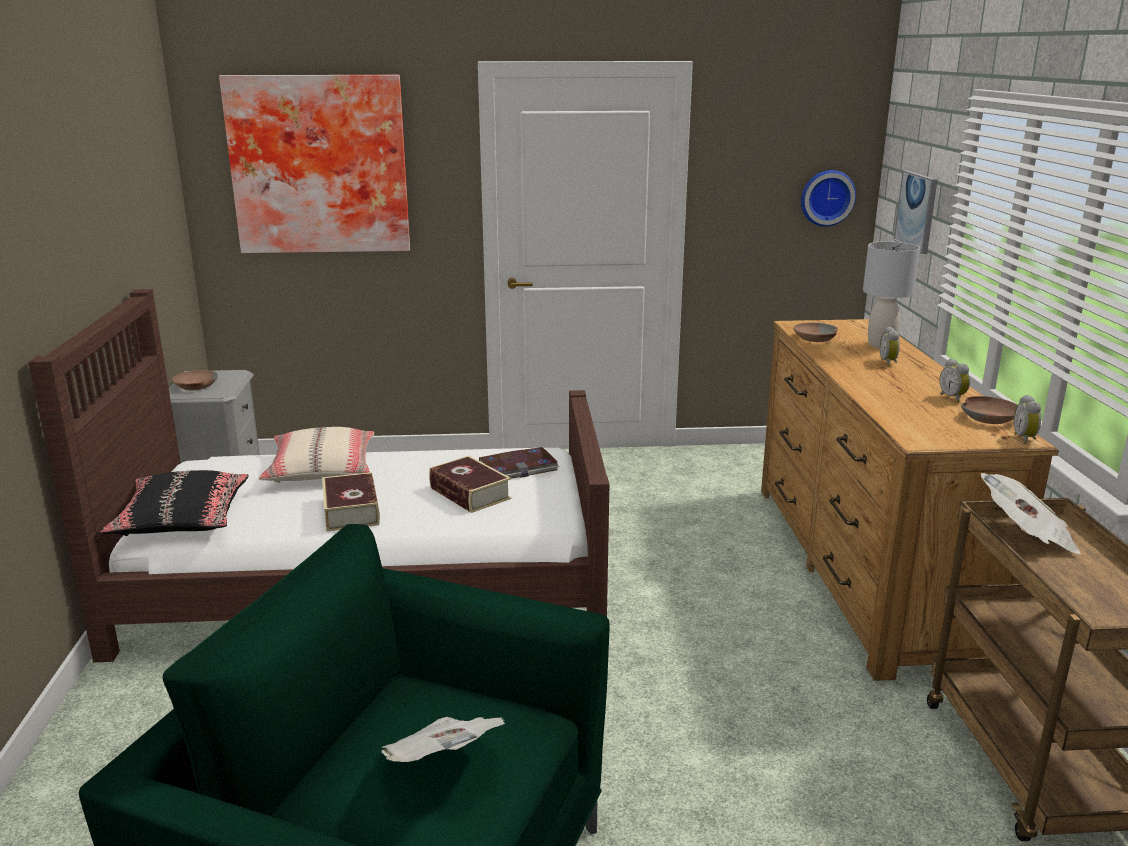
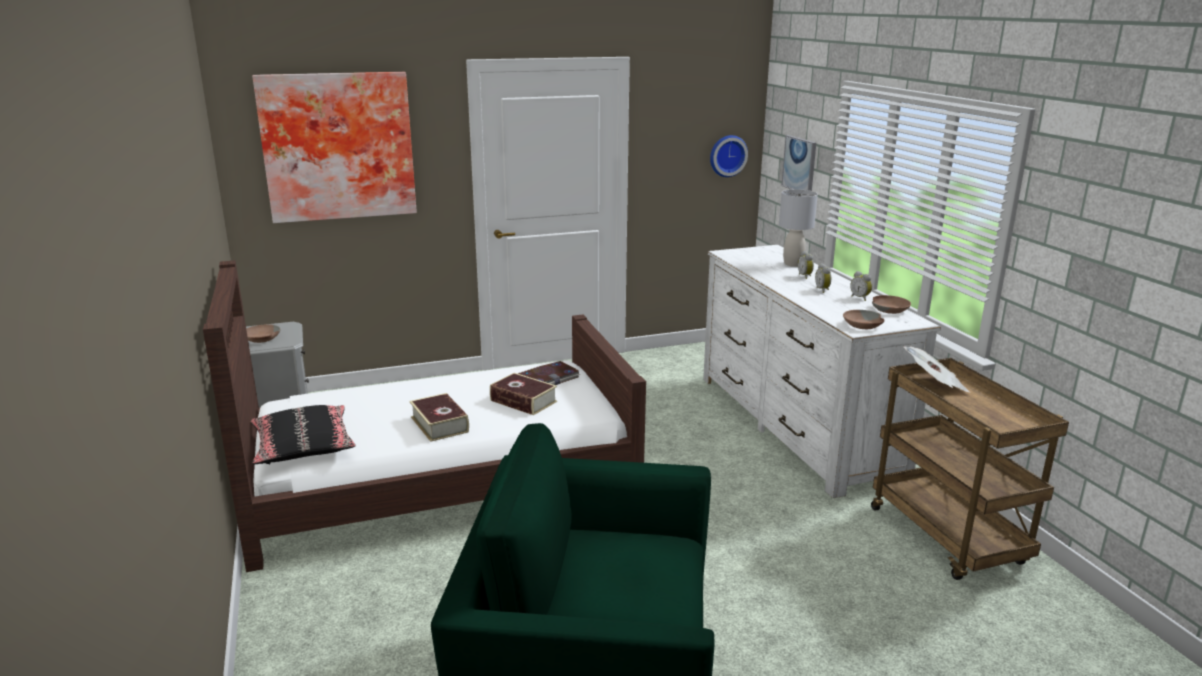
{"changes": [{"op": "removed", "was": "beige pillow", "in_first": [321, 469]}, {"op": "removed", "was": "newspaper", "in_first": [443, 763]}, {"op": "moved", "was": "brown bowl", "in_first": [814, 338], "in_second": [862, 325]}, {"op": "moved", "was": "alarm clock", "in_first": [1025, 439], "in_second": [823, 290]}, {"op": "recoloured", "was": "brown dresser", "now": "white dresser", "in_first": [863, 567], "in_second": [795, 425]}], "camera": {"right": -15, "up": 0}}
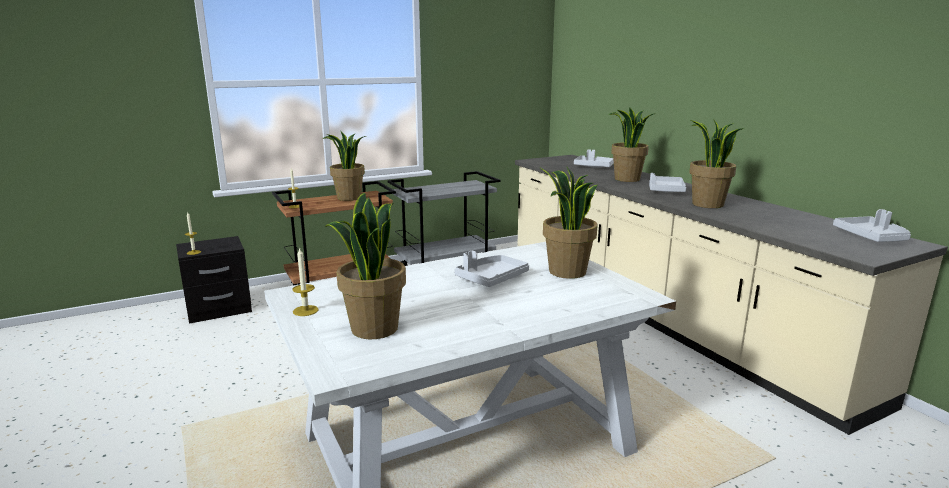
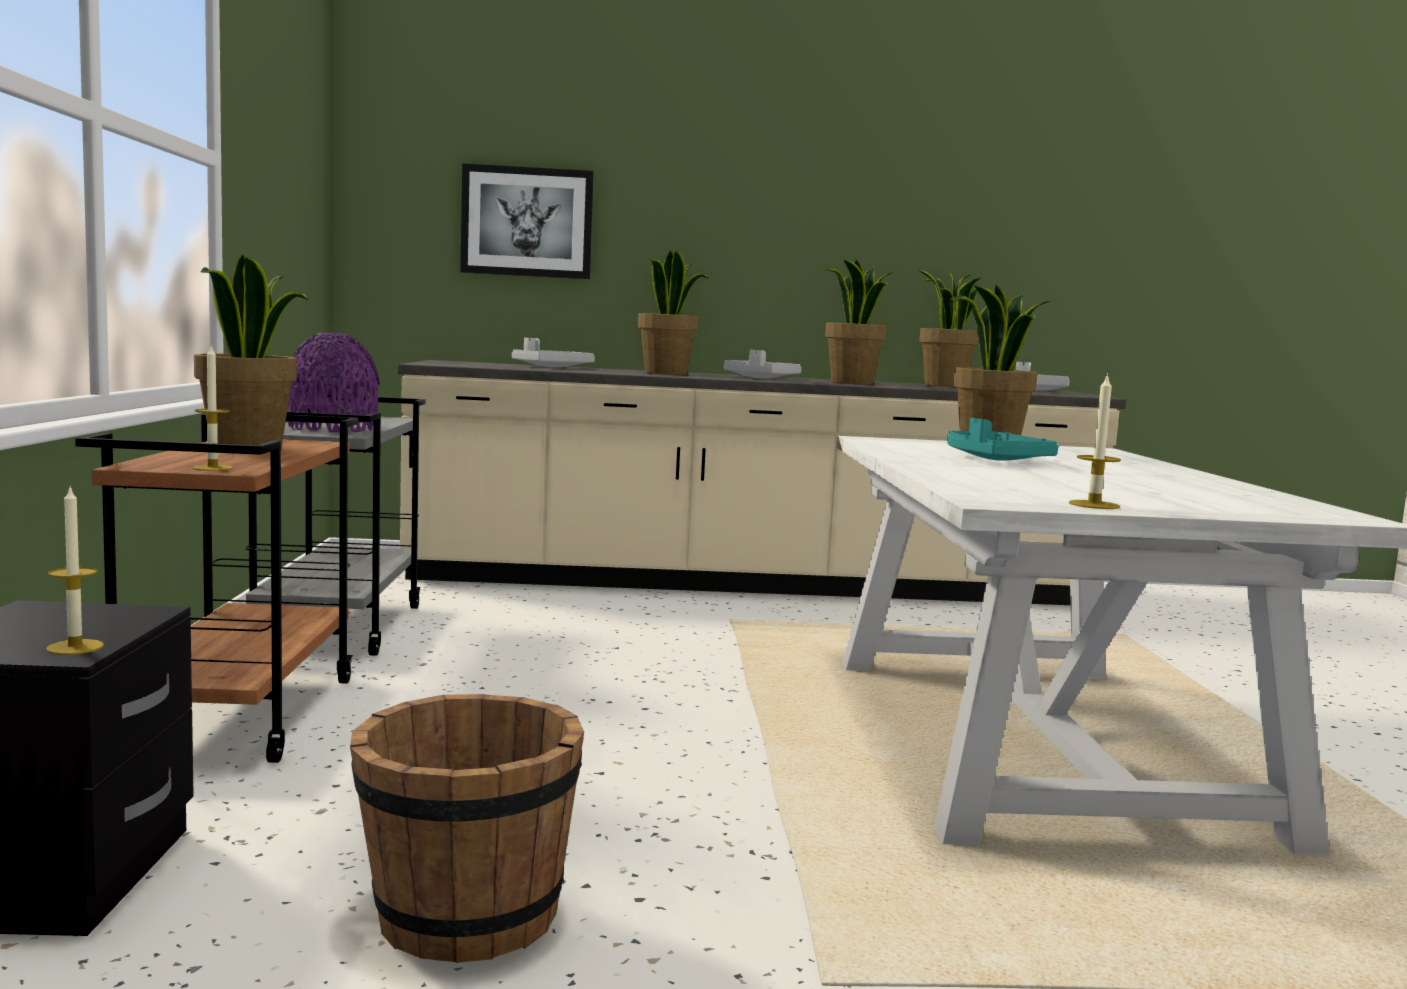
{"changes": [{"op": "added", "now": "purple vase", "in_second": [332, 428]}, {"op": "added", "now": "brown bucket", "in_second": [465, 917]}, {"op": "added", "now": "picture", "in_second": [527, 222]}, {"op": "moved", "was": "potted plant", "in_first": [373, 328], "in_second": [944, 385]}, {"op": "recoloured", "was": "grey tray", "now": "turquoise tray", "in_first": [491, 278], "in_second": [994, 459]}], "camera": {"right": -65, "up": -10}}
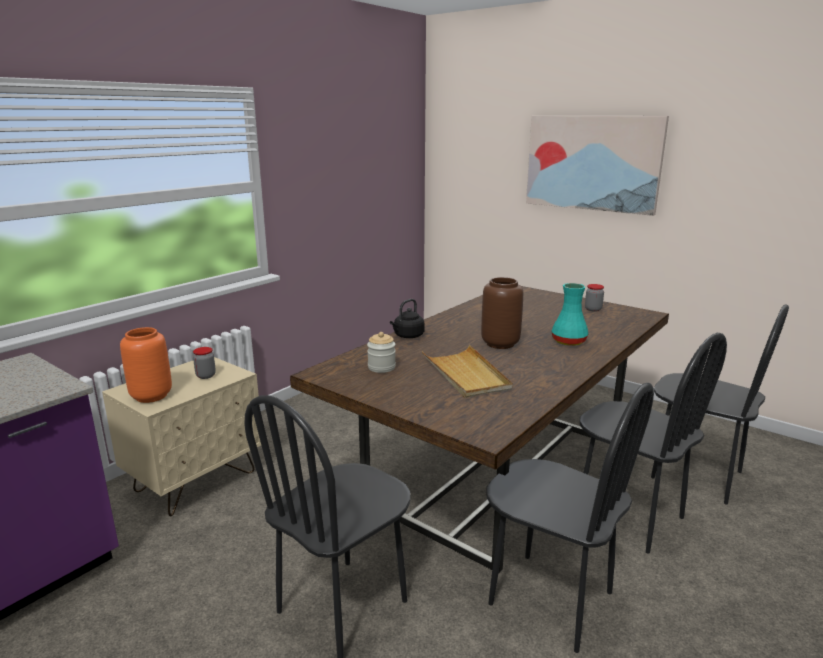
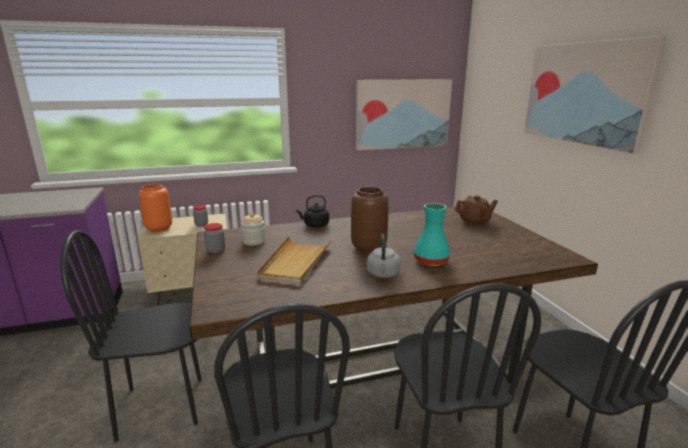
{"changes": [{"op": "added", "now": "picture", "in_second": [402, 114]}, {"op": "added", "now": "grey kettle", "in_second": [383, 275]}, {"op": "added", "now": "brown teapot", "in_second": [474, 222]}, {"op": "moved", "was": "jar", "in_first": [593, 309], "in_second": [216, 251]}], "camera": {"right": 35, "up": 0}}
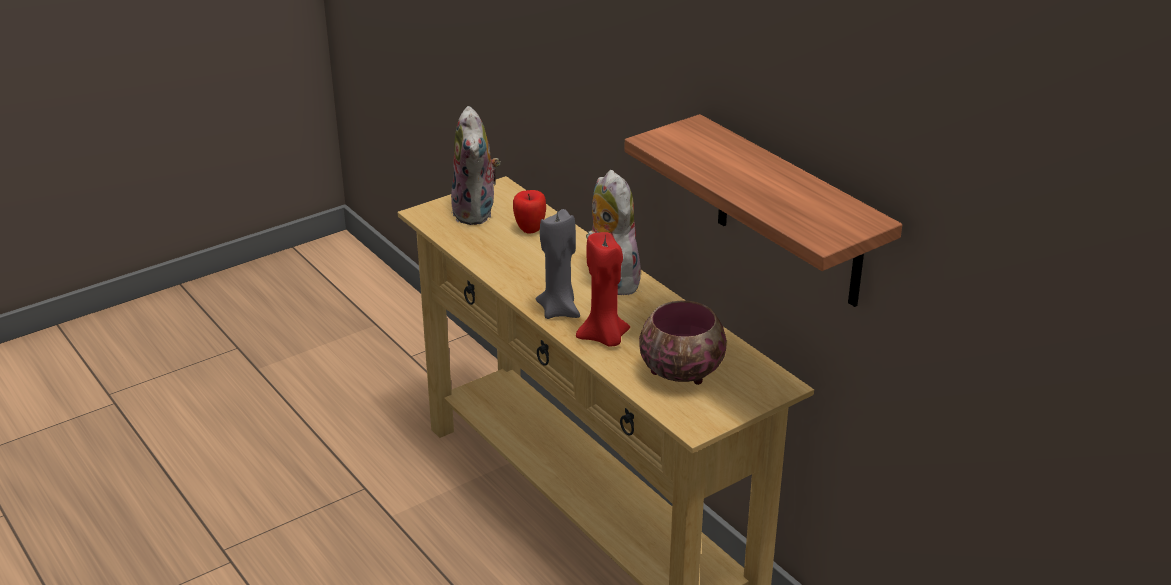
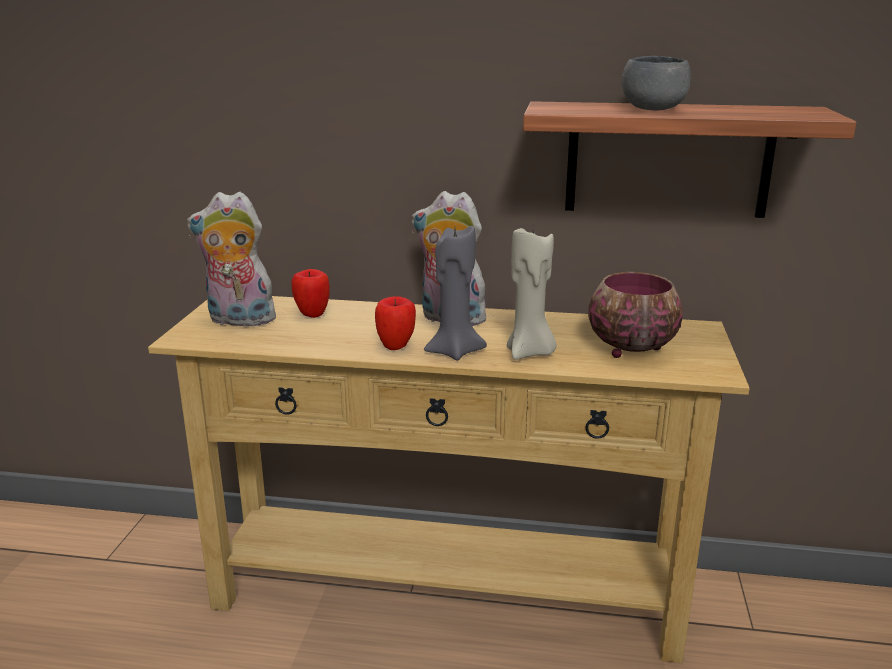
{"changes": [{"op": "added", "now": "apple", "in_second": [396, 346]}, {"op": "added", "now": "grey bowl", "in_second": [652, 109]}, {"op": "recoloured", "was": "red candle", "now": "beige candle", "in_first": [604, 338], "in_second": [529, 353]}, {"op": "turned", "was": "plush toy", "in_first": [477, 213], "in_second": [238, 320], "clockwise": 150}], "camera": {"right": -45, "up": -10}}
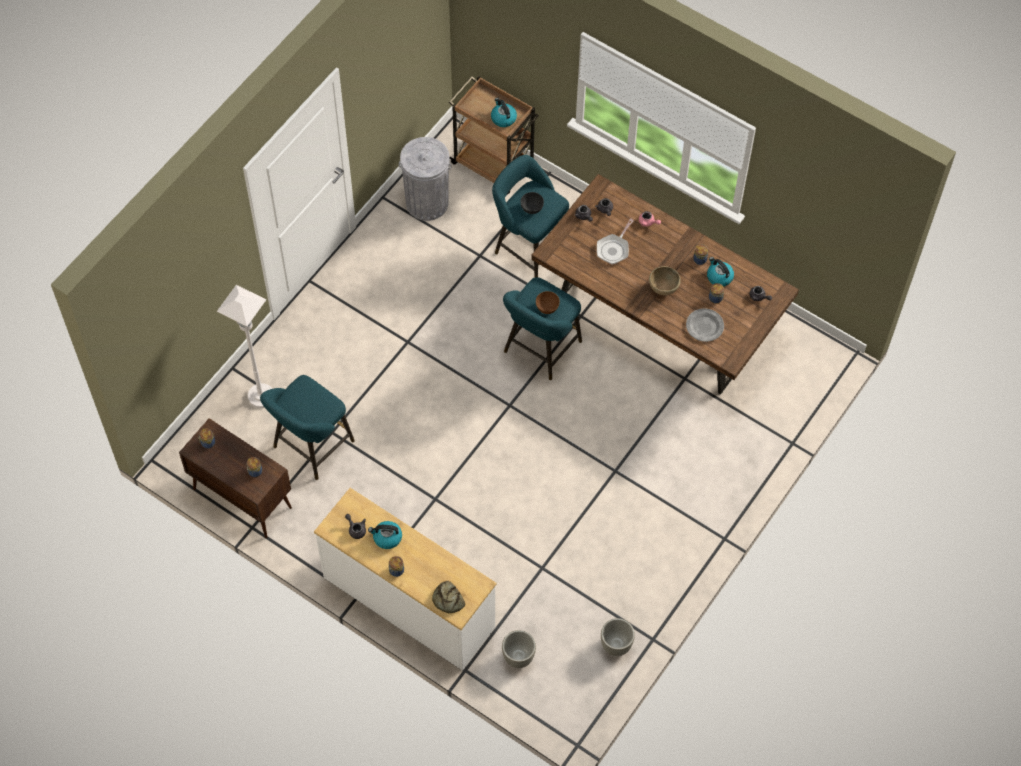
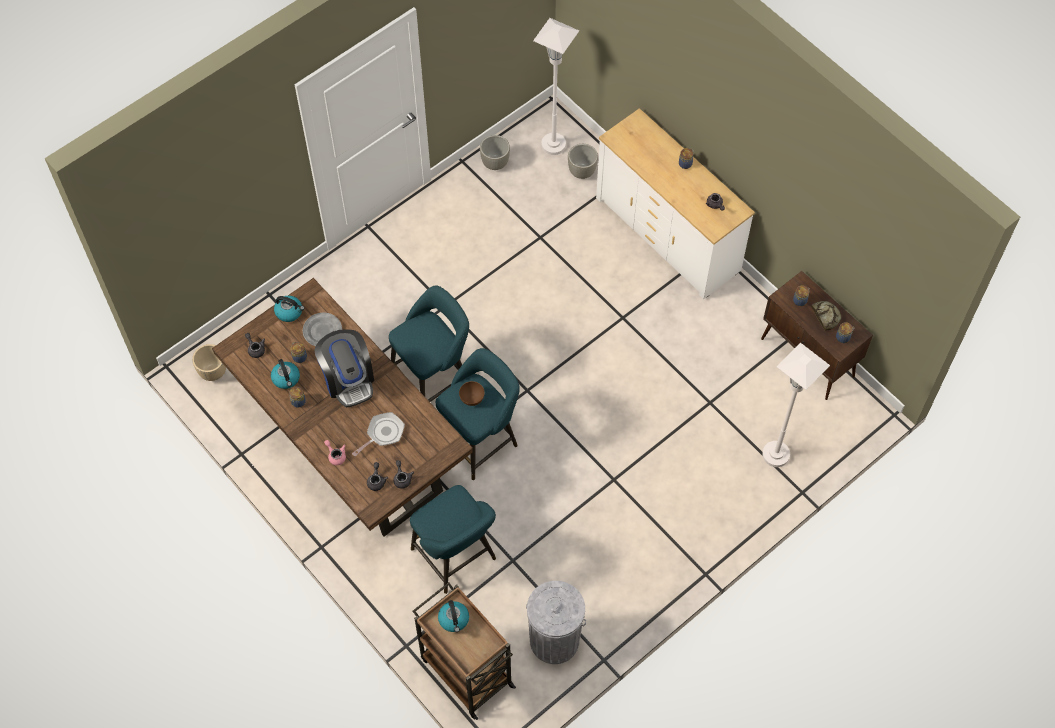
{"changes": [{"op": "removed", "was": "grey bowl", "in_first": [531, 208]}, {"op": "added", "now": "beige planter", "in_second": [213, 372]}, {"op": "added", "now": "white floor lamp", "in_second": [553, 145]}, {"op": "moved", "was": "turquoise stool", "in_first": [310, 447], "in_second": [433, 378]}, {"op": "moved", "was": "kettle", "in_first": [387, 538], "in_second": [289, 312]}, {"op": "moved", "was": "bread", "in_first": [448, 599], "in_second": [825, 316]}, {"op": "replaced", "was": "brown bowl", "now": "coffee machine", "in_first": [663, 288], "in_second": [348, 379]}], "camera": {"right": -165, "up": 0}}
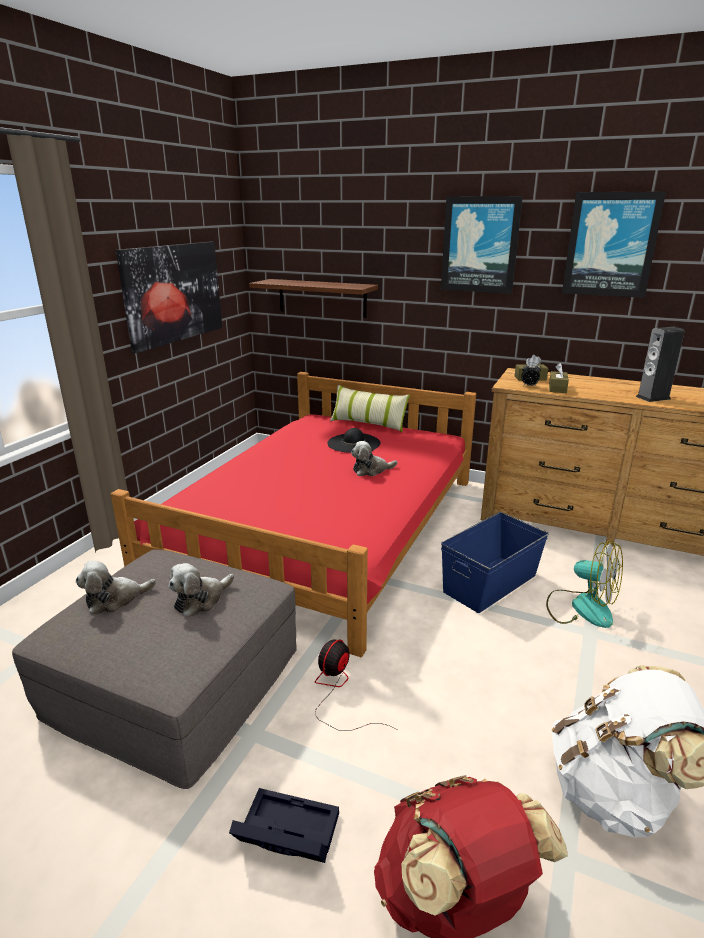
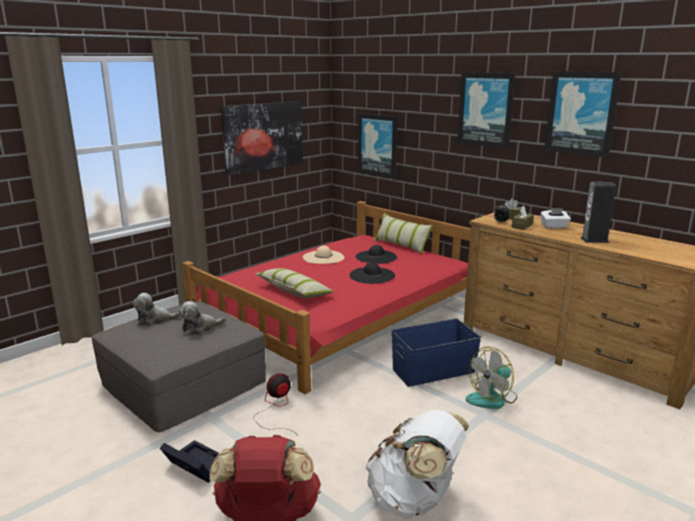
{"changes": [{"op": "added", "now": "pillow", "in_second": [294, 291]}, {"op": "added", "now": "beige hat", "in_second": [323, 257]}, {"op": "added", "now": "white tissue box", "in_second": [554, 227]}, {"op": "replaced", "was": "shelf", "now": "picture", "in_first": [322, 298], "in_second": [377, 145]}, {"op": "replaced", "was": "plush toy", "now": "black hat", "in_first": [371, 470], "in_second": [372, 275]}, {"op": "turned", "was": "fan", "in_first": [581, 607], "in_second": [492, 398], "clockwise": 90}], "camera": {"right": 20, "up": -5}}
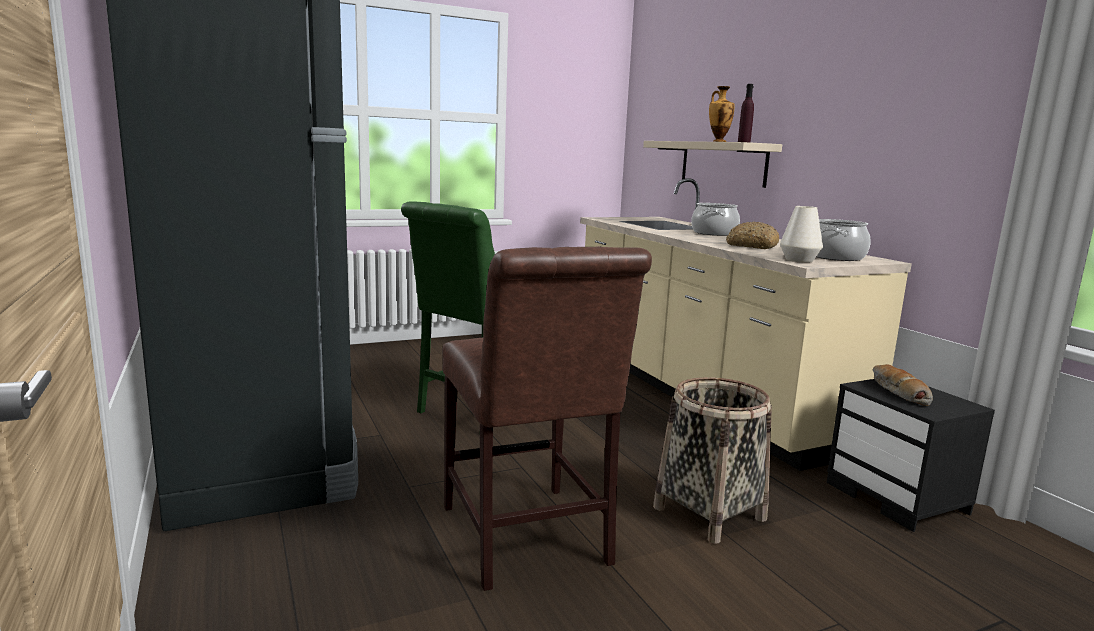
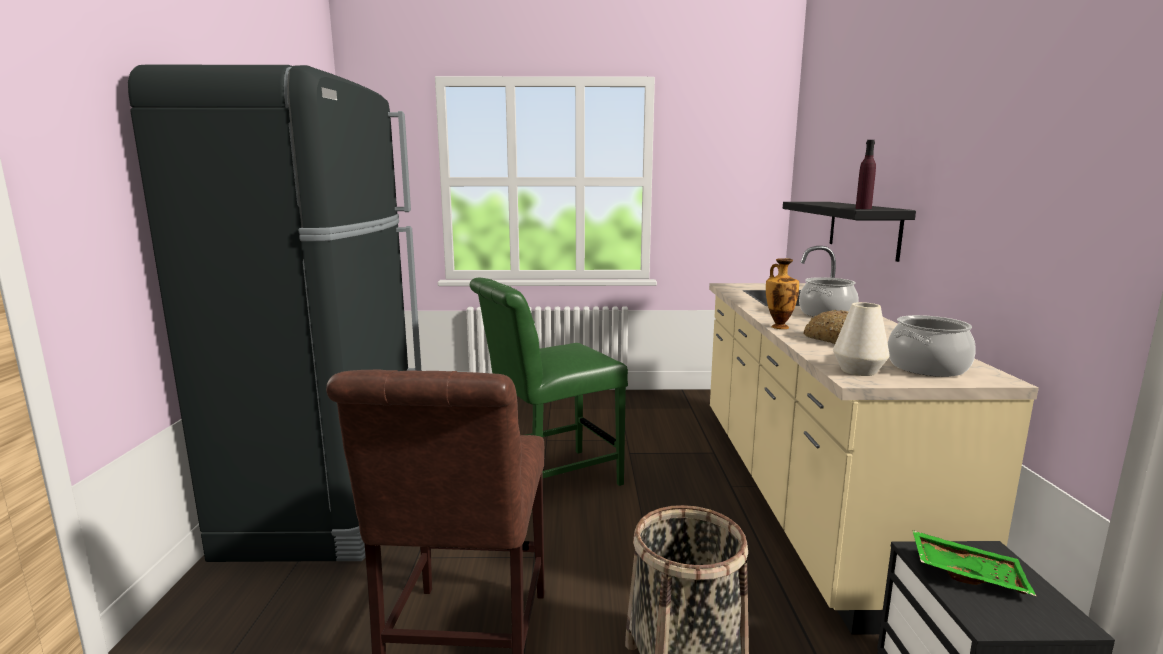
{"changes": [{"op": "moved", "was": "vase", "in_first": [718, 141], "in_second": [779, 327]}, {"op": "replaced", "was": "bread", "now": "green tray", "in_first": [897, 392], "in_second": [967, 572]}, {"op": "recoloured", "was": "beige shelf", "now": "black shelf", "in_first": [723, 163], "in_second": [863, 228]}], "camera": {"right": 25, "up": 0}}
